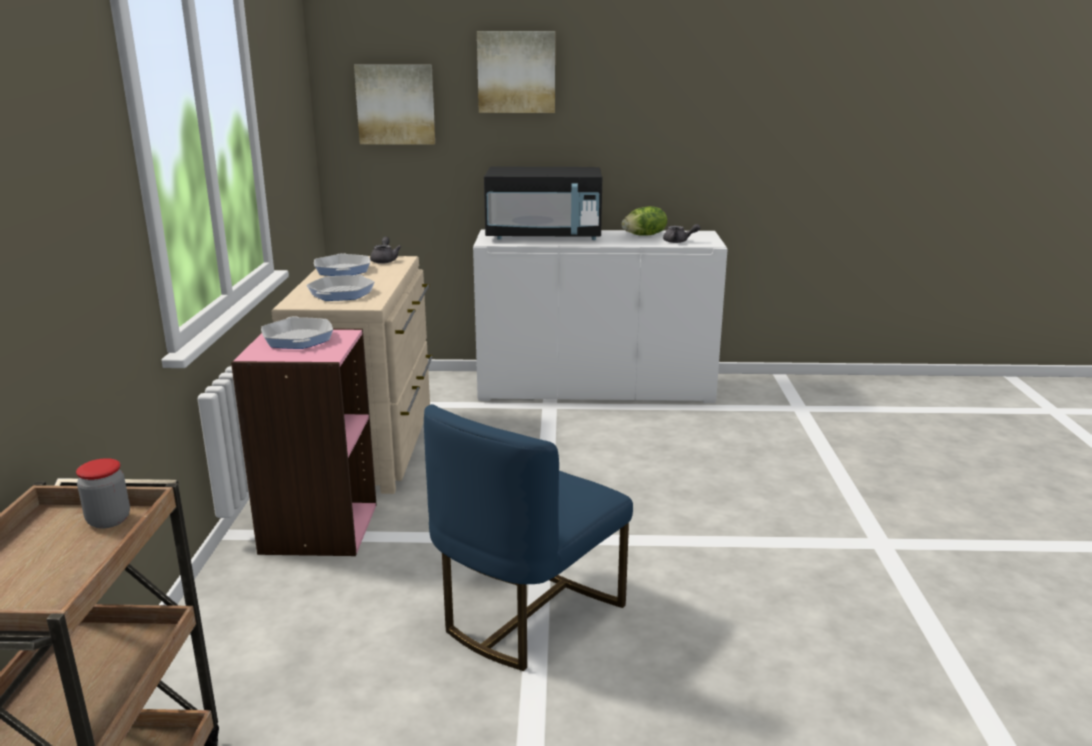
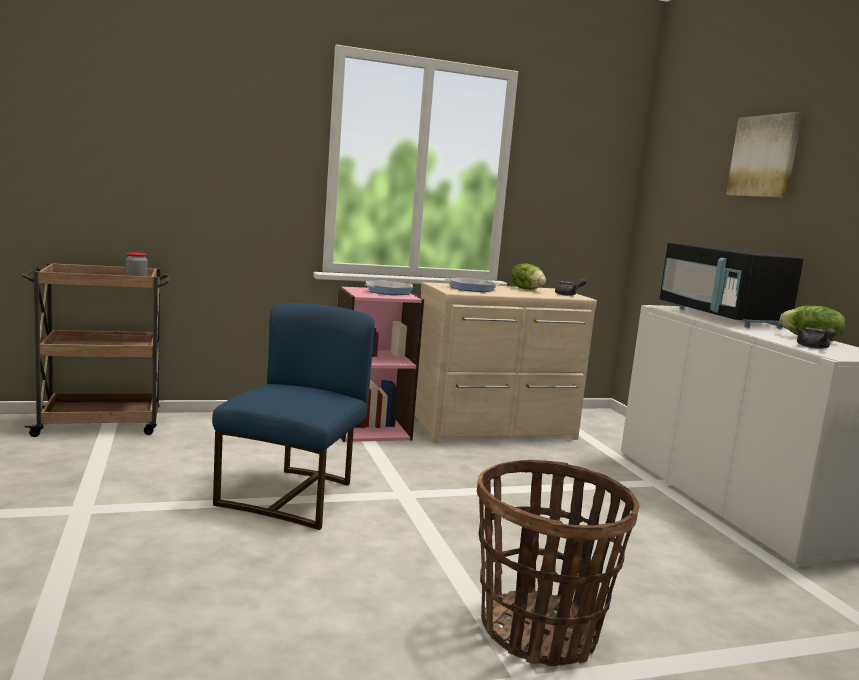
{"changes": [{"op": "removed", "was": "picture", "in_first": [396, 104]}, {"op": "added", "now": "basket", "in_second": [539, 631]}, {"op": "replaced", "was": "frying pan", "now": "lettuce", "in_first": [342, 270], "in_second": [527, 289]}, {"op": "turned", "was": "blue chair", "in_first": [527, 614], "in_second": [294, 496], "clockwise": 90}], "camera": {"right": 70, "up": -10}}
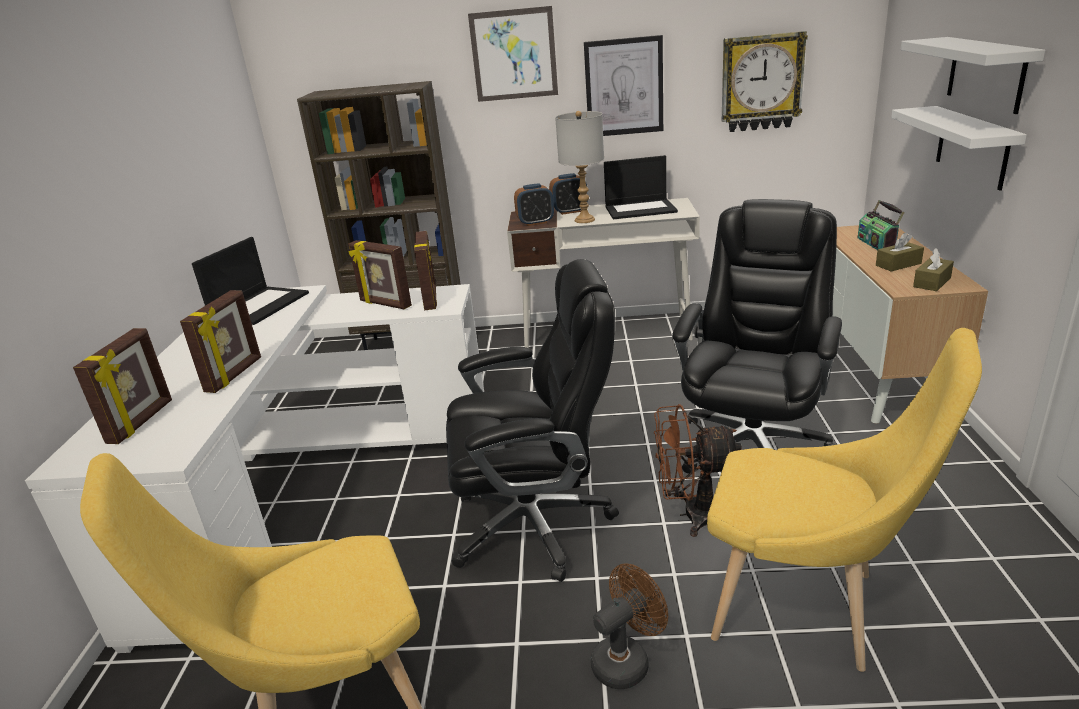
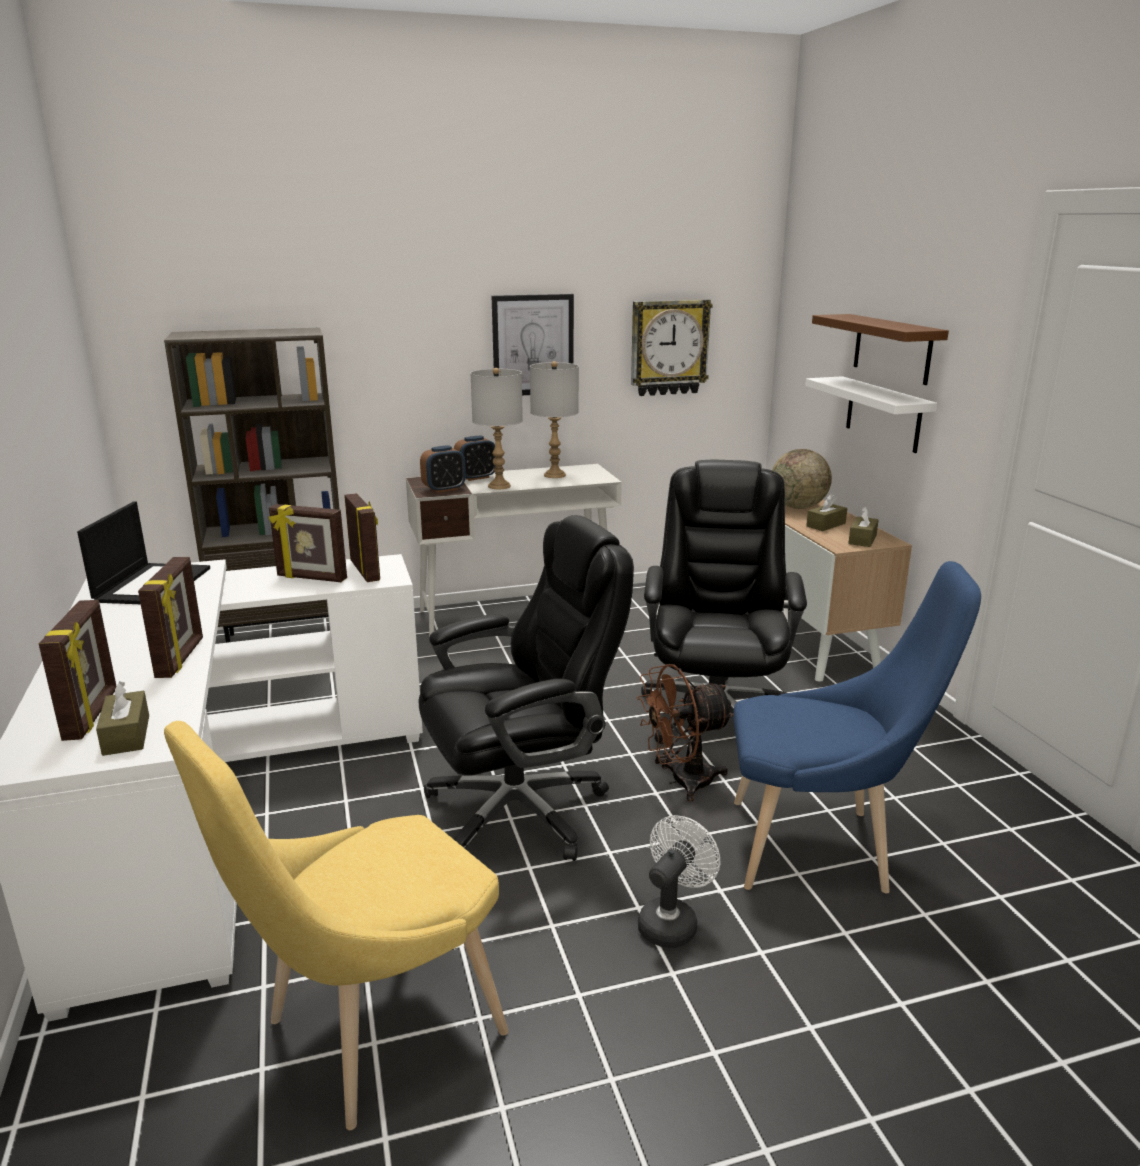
{"changes": [{"op": "removed", "was": "picture", "in_first": [514, 54]}, {"op": "added", "now": "brown tissue box", "in_second": [126, 735]}, {"op": "replaced", "was": "laptop", "now": "grey table lamp", "in_first": [641, 209], "in_second": [555, 475]}, {"op": "replaced", "was": "radio", "now": "globe", "in_first": [877, 244], "in_second": [798, 507]}, {"op": "recoloured", "was": "brown fan", "now": "white fan", "in_first": [627, 660], "in_second": [672, 921]}, {"op": "recoloured", "was": "yellow chair", "now": "blue chair", "in_first": [807, 607], "in_second": [820, 848]}, {"op": "recoloured", "was": "white shelf", "now": "brown shelf", "in_first": [986, 73], "in_second": [892, 348]}], "camera": {"right": -20, "up": -5}}
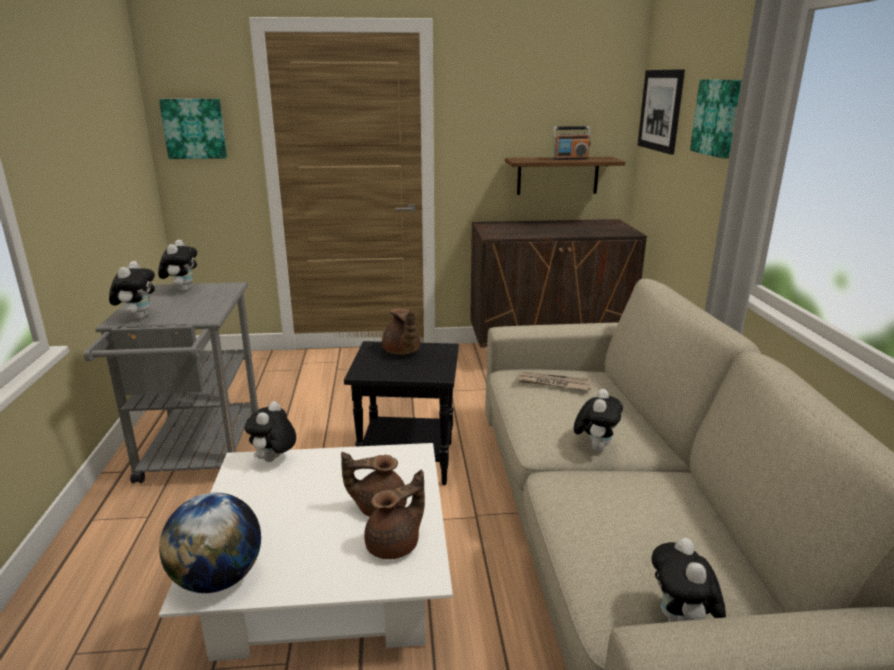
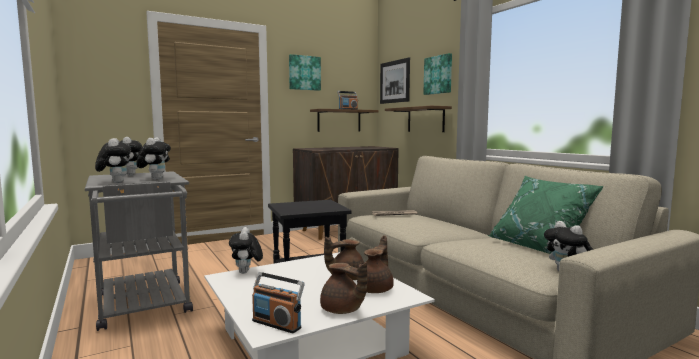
{"changes": [{"op": "added", "now": "shelf", "in_second": [425, 119]}, {"op": "added", "now": "green pillow", "in_second": [540, 248]}, {"op": "moved", "was": "picture", "in_first": [194, 128], "in_second": [304, 73]}, {"op": "moved", "was": "brown teapot", "in_first": [401, 352], "in_second": [342, 310]}, {"op": "moved", "was": "plush toy", "in_first": [595, 447], "in_second": [155, 179]}, {"op": "replaced", "was": "globe", "now": "radio", "in_first": [218, 579], "in_second": [277, 324]}], "camera": {"right": -25, "up": -15}}
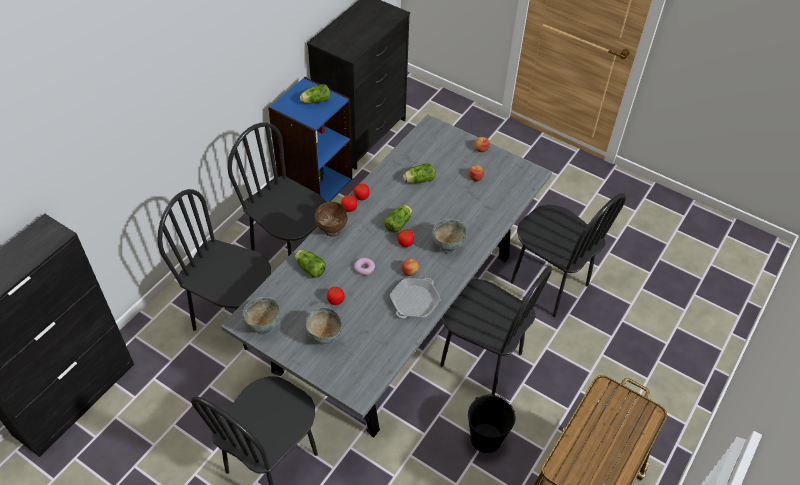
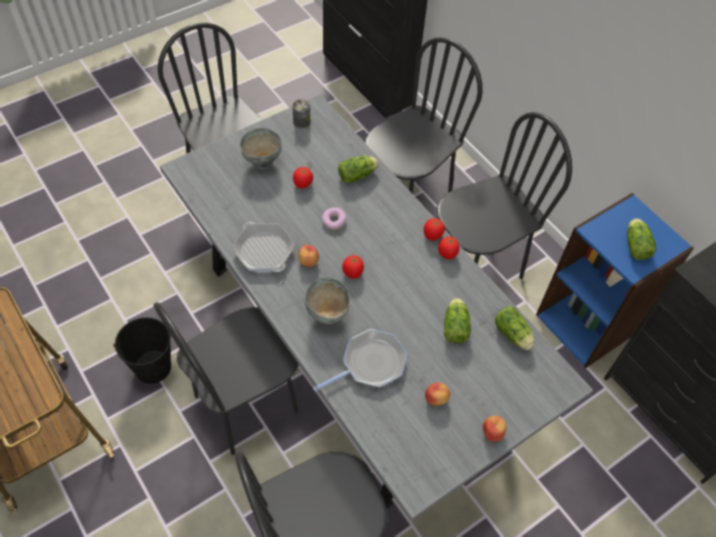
{"changes": [{"op": "removed", "was": "brown bowl", "in_first": [331, 229]}, {"op": "added", "now": "frying pan", "in_second": [370, 364]}, {"op": "moved", "was": "lettuce", "in_first": [399, 223], "in_second": [513, 335]}, {"op": "replaced", "was": "grey bowl", "now": "can", "in_first": [263, 326], "in_second": [301, 122]}], "camera": {"right": 110, "up": 5}}
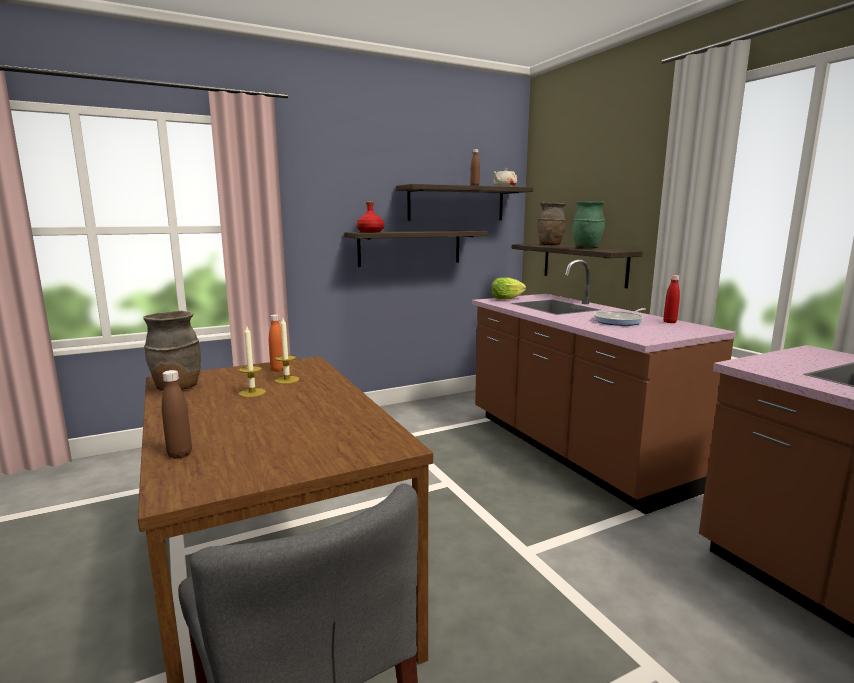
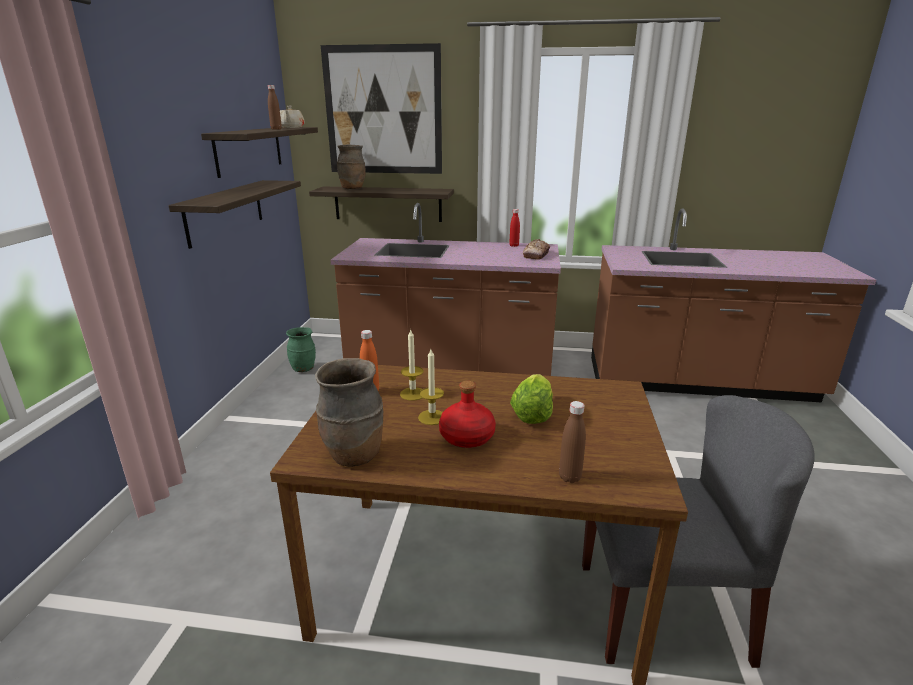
{"changes": [{"op": "removed", "was": "frying pan", "in_first": [620, 321]}, {"op": "added", "now": "picture", "in_second": [383, 111]}, {"op": "added", "now": "bread", "in_second": [536, 255]}, {"op": "moved", "was": "red bottle", "in_first": [371, 232], "in_second": [467, 436]}, {"op": "moved", "was": "lettuce", "in_first": [506, 299], "in_second": [532, 414]}, {"op": "moved", "was": "green vase", "in_first": [587, 248], "in_second": [303, 369]}], "camera": {"right": -55, "up": 10}}
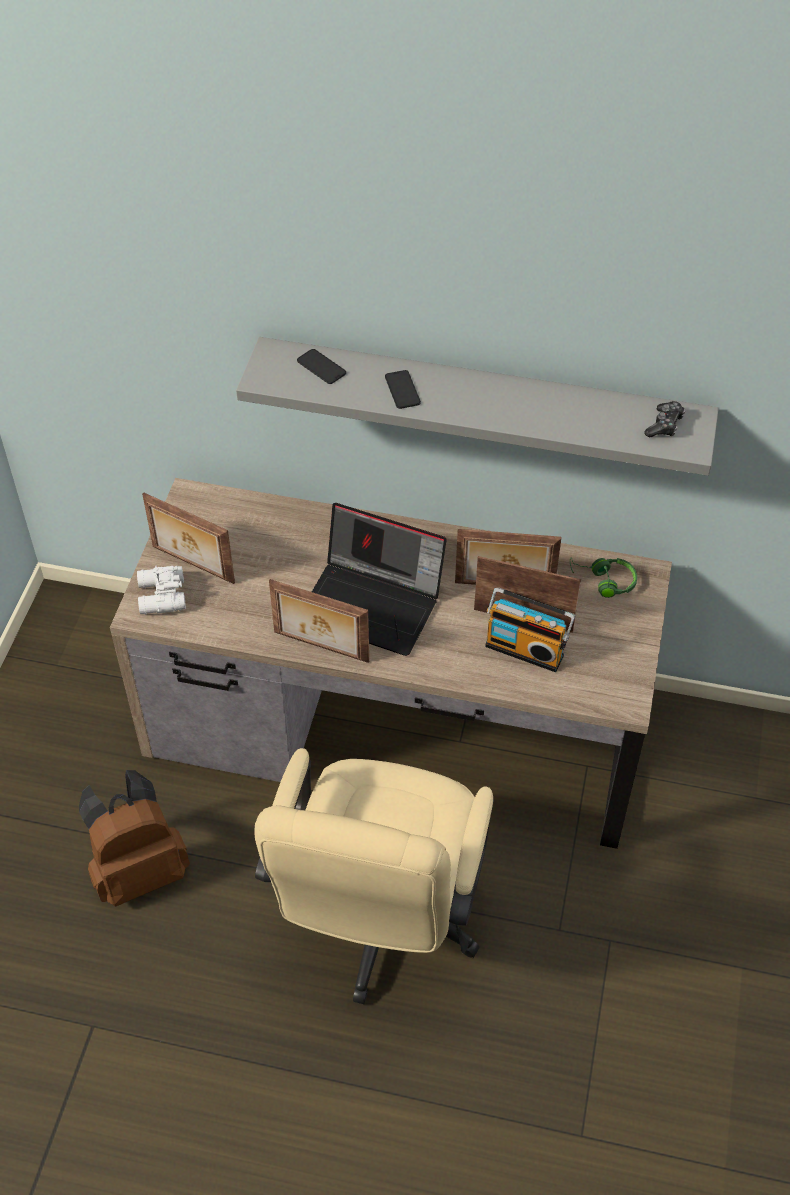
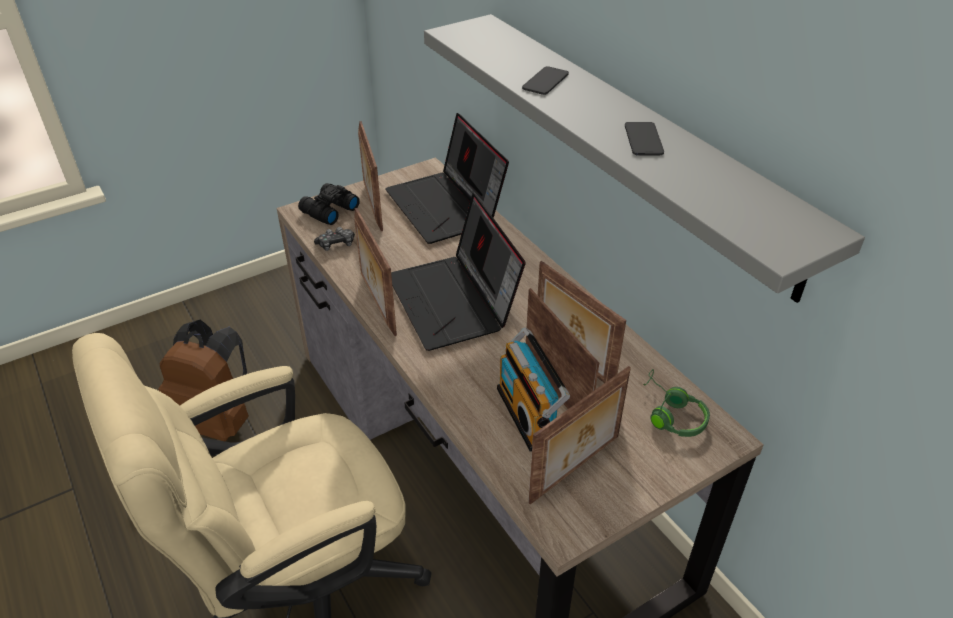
{"changes": [{"op": "added", "now": "laptop", "in_second": [446, 207]}, {"op": "added", "now": "picture frame", "in_second": [576, 470]}, {"op": "moved", "was": "phone", "in_first": [321, 367], "in_second": [643, 139]}, {"op": "moved", "was": "game controller", "in_first": [664, 425], "in_second": [336, 244]}, {"op": "recoloured", "was": "white binoculars", "now": "black binoculars", "in_first": [161, 597], "in_second": [328, 210]}], "camera": {"right": 45, "up": -10}}
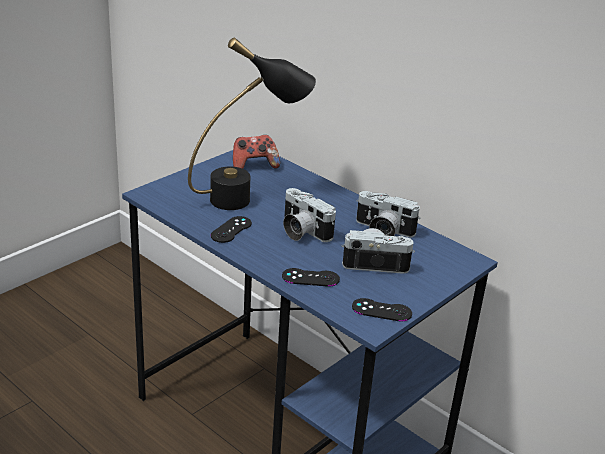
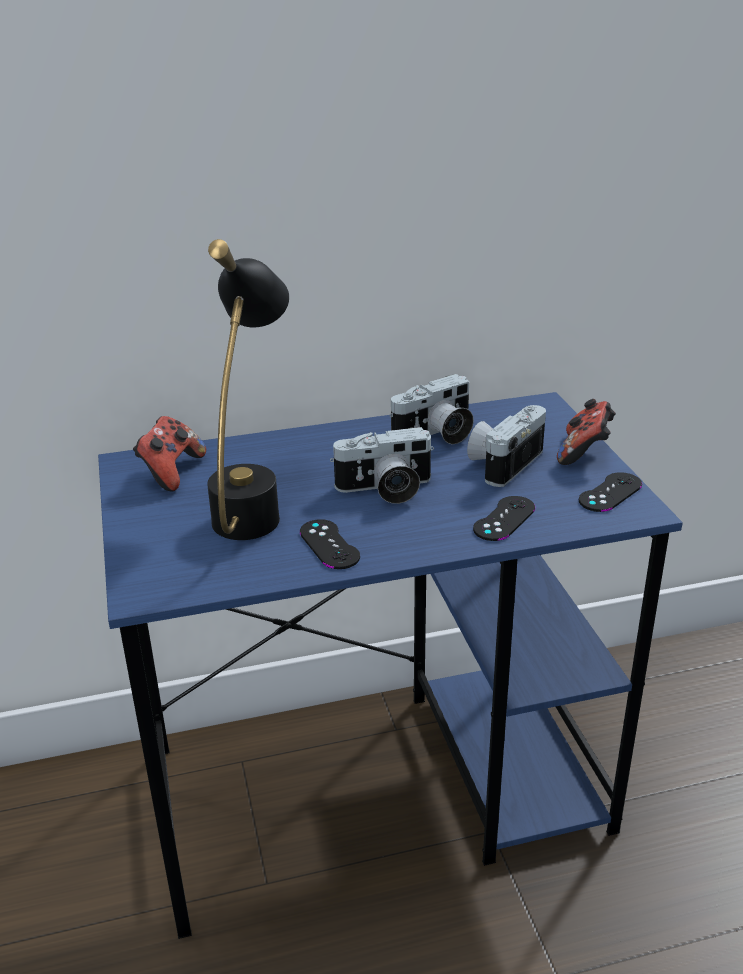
{"changes": [{"op": "added", "now": "game controller", "in_second": [584, 452]}], "camera": {"right": -55, "up": 0}}
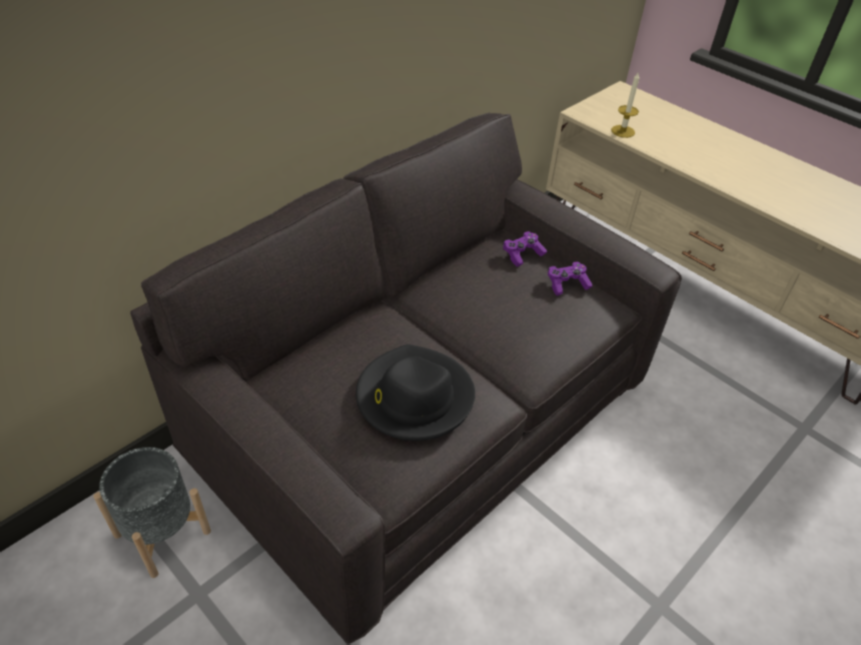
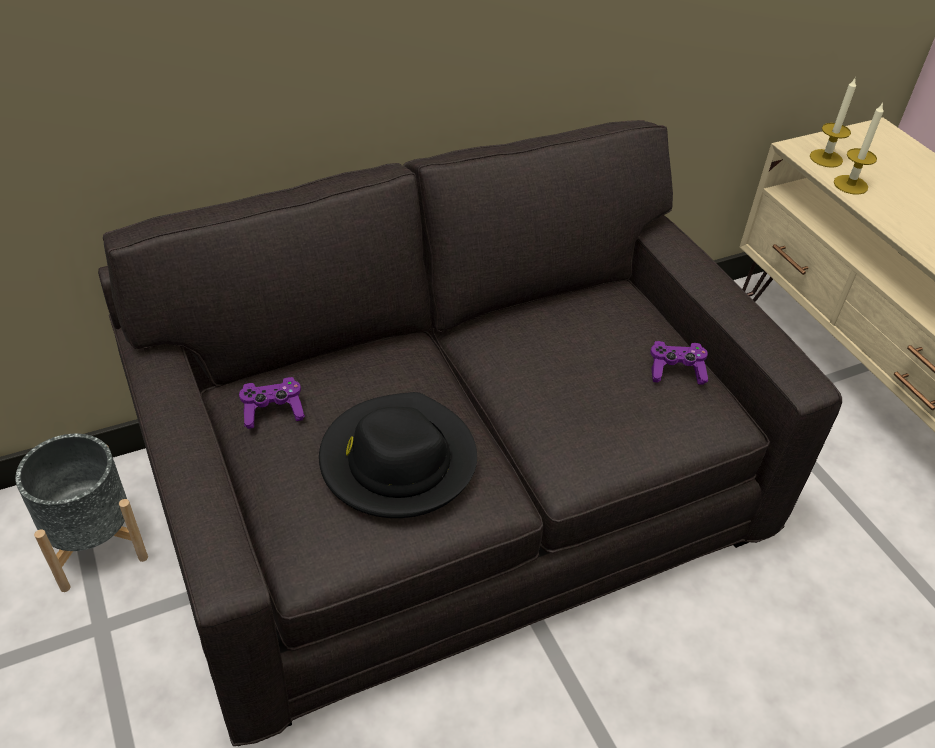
{"changes": [{"op": "added", "now": "candle", "in_second": [826, 158]}, {"op": "moved", "was": "purple game controller", "in_first": [522, 254], "in_second": [273, 411]}], "camera": {"right": 20, "up": 0}}
